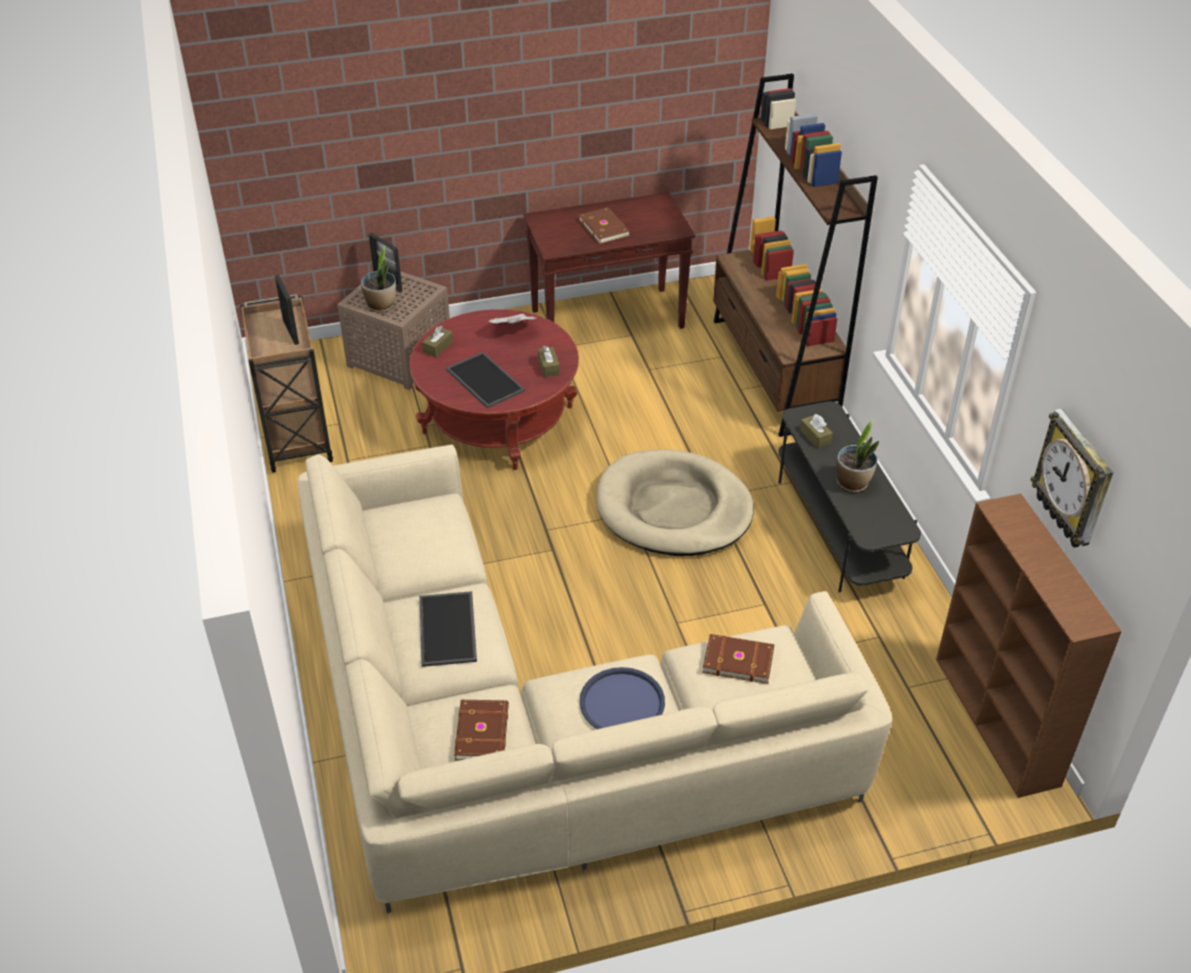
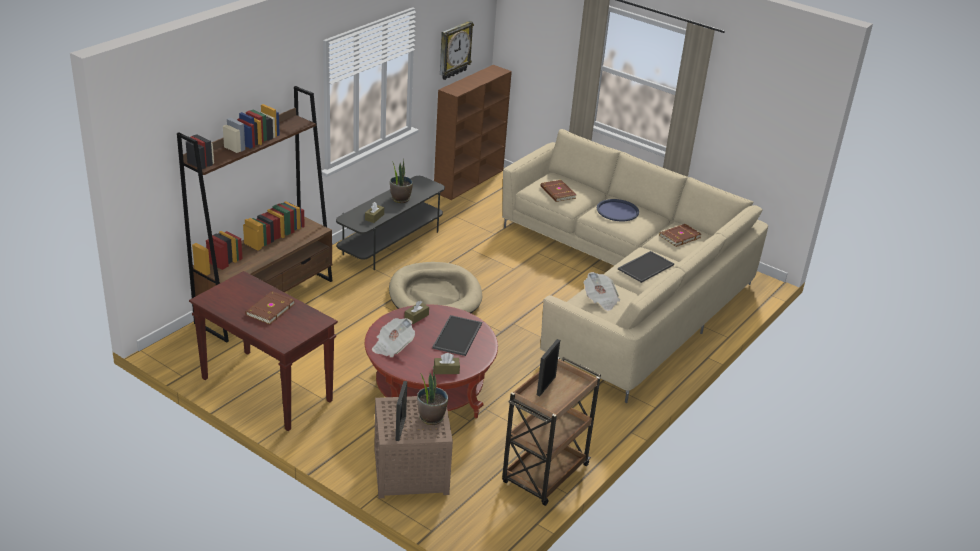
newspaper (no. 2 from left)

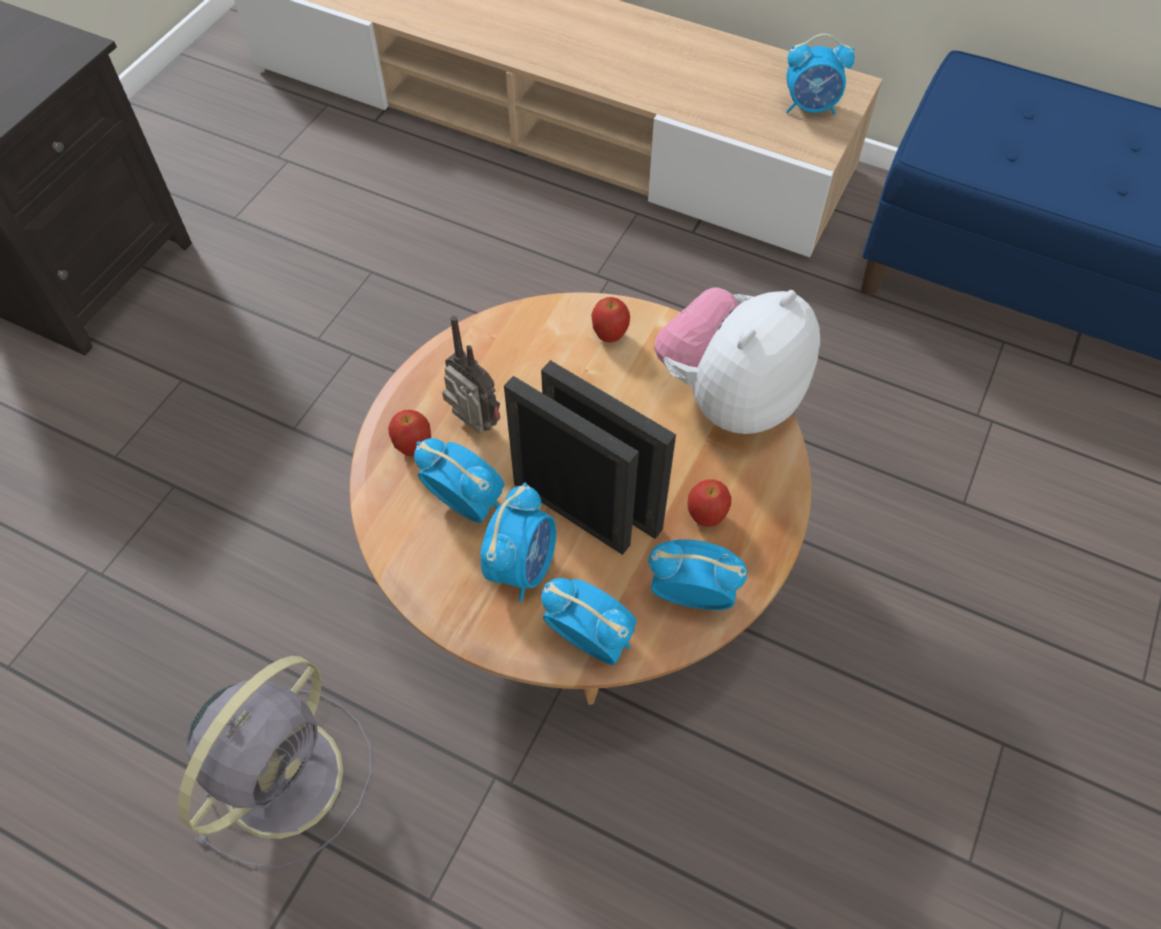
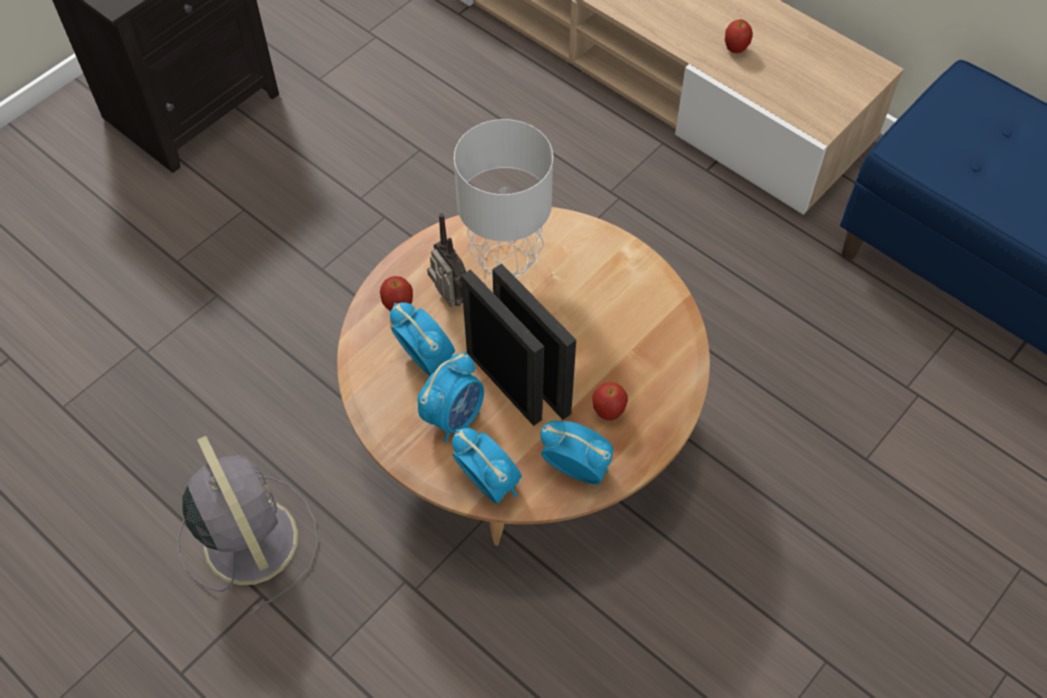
plush toy
alarm clock (no. 5 from left in the first image)
table lamp in grey
apple (no. 3 from left)
fan in grey

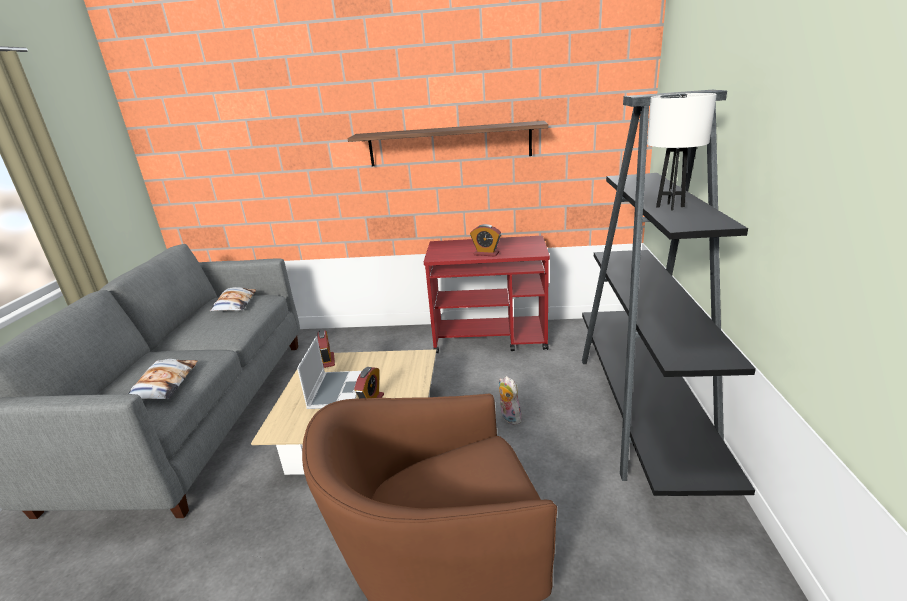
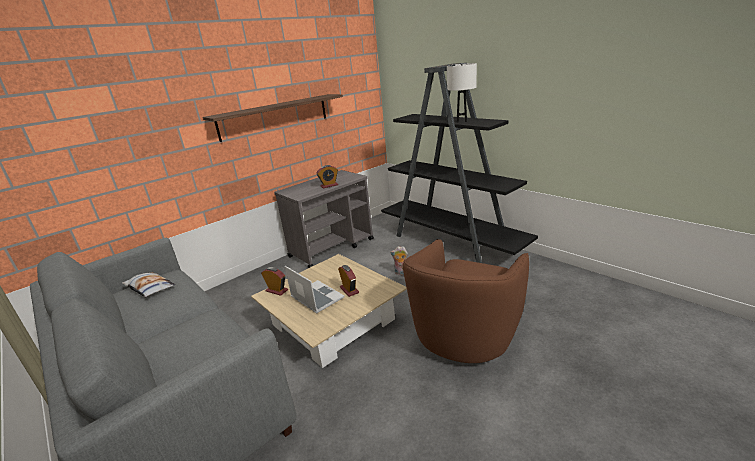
pillow (no. 1 from left in the first image)
cart in grey

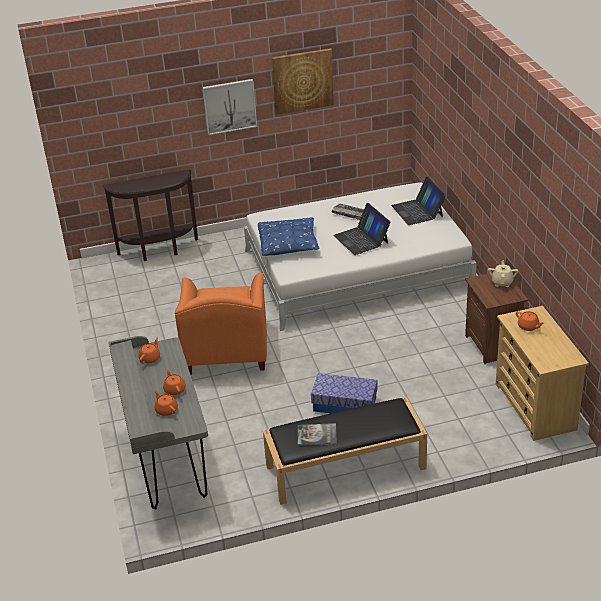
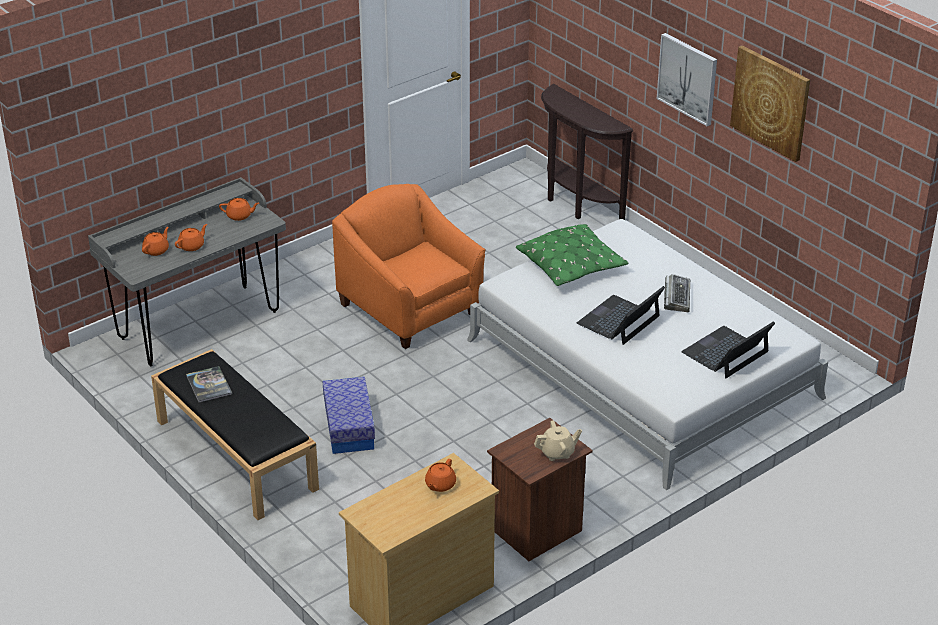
pillow in green
armchair in orange

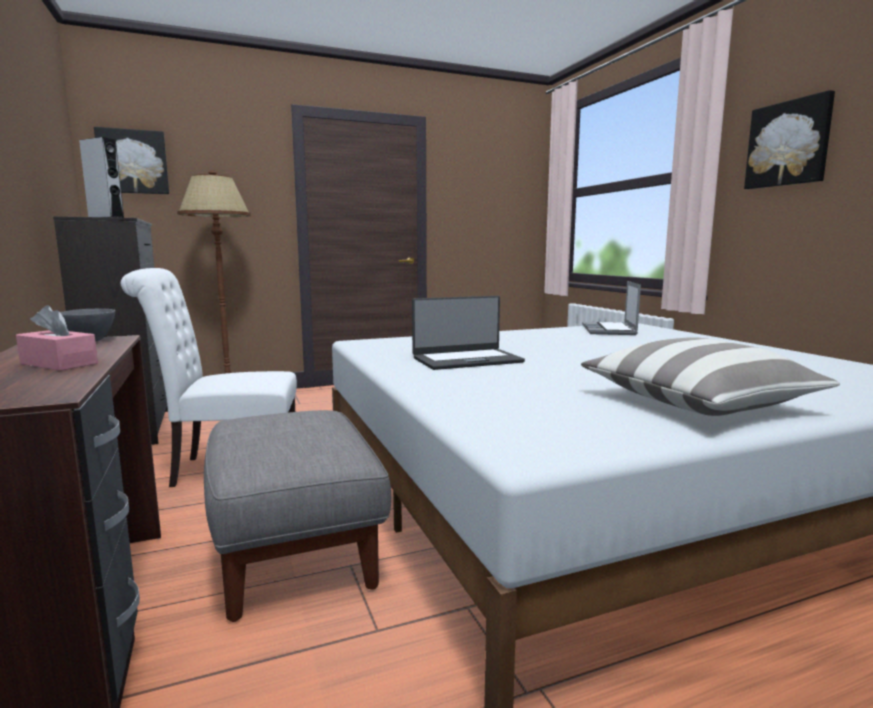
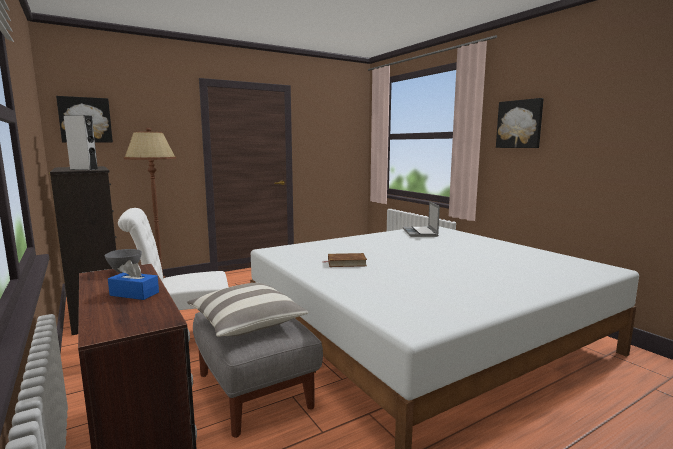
pillow
book in brown
tissue box in blue

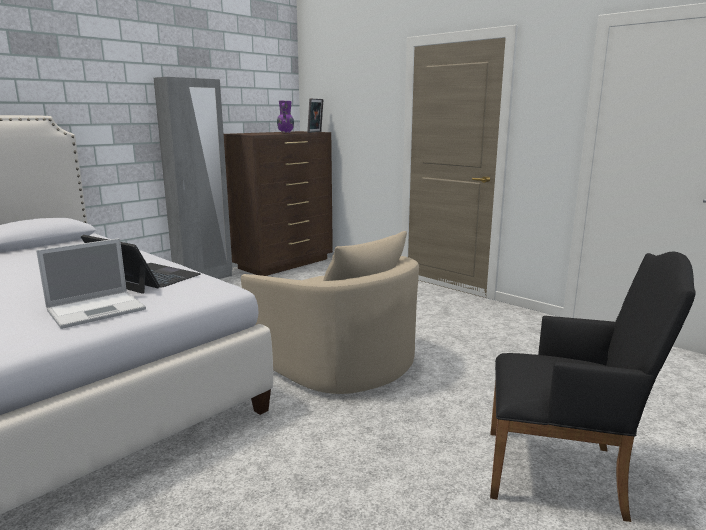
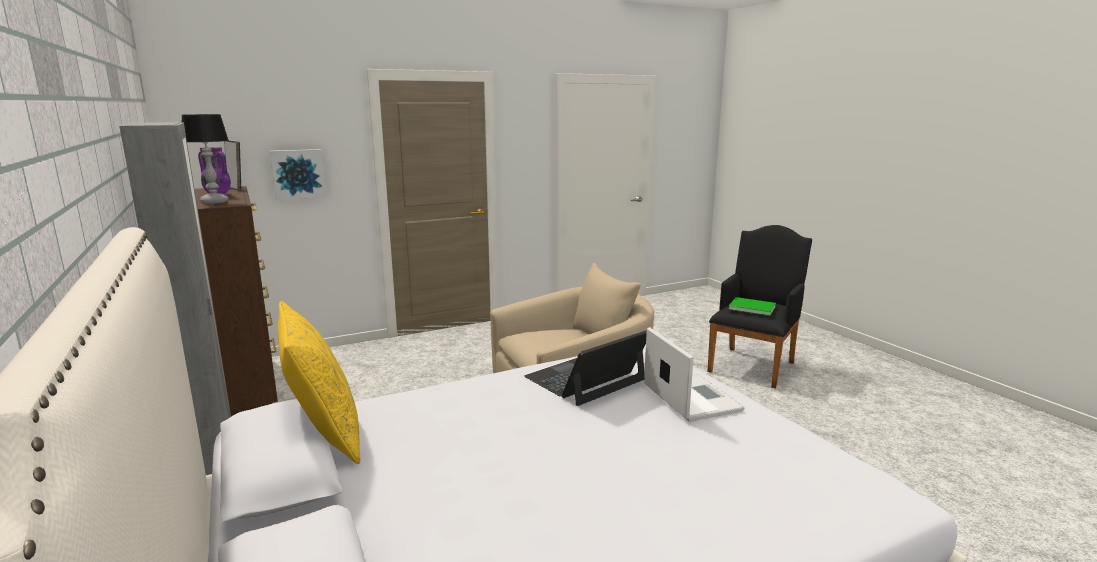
table lamp
picture
pillow in yellow
book in green

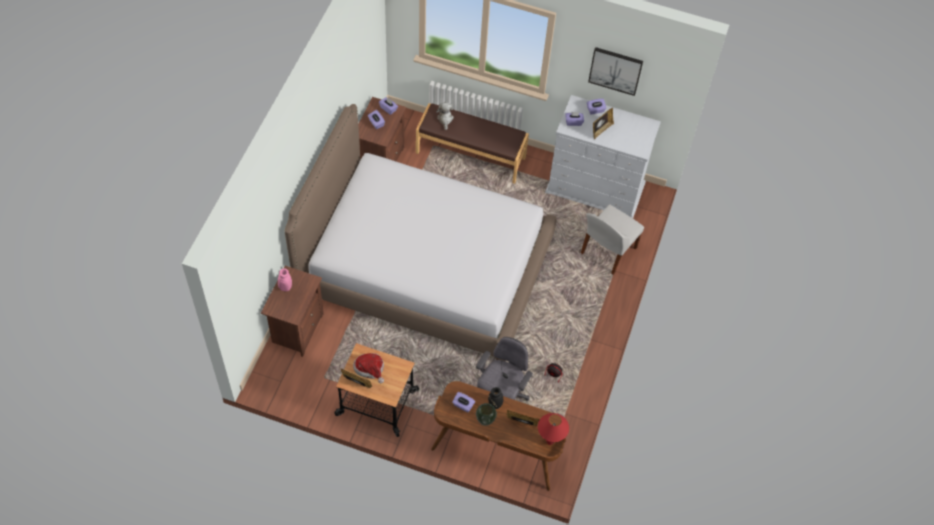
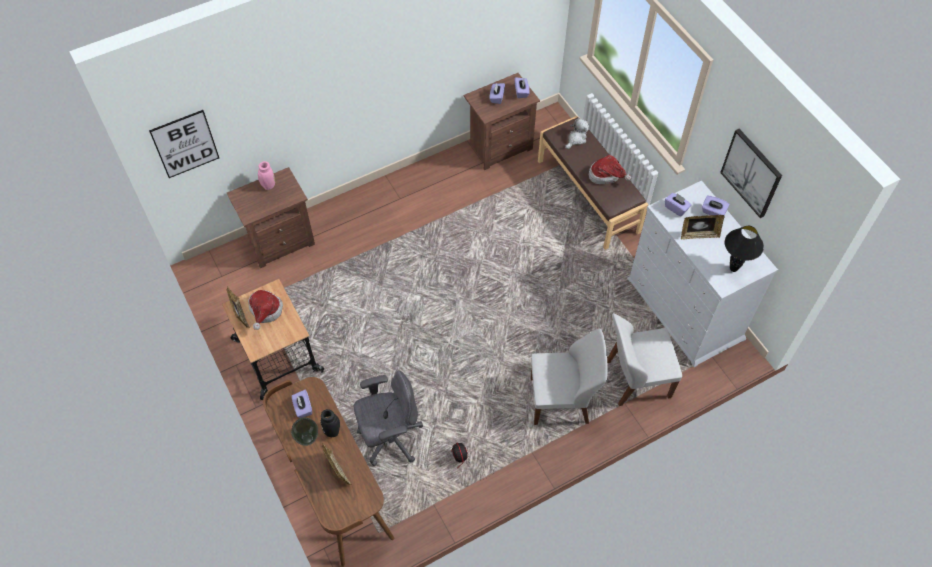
bed
table lamp in red
picture (no. 1 from left)
chair in white (no. 1 from left)
hat (no. 2 from left)
table lamp in black

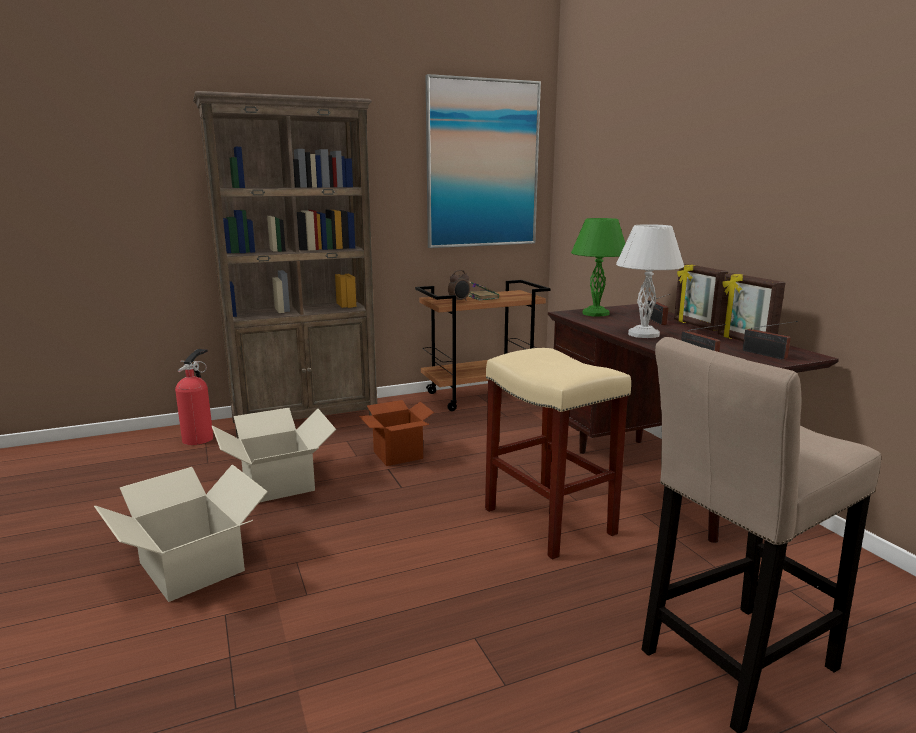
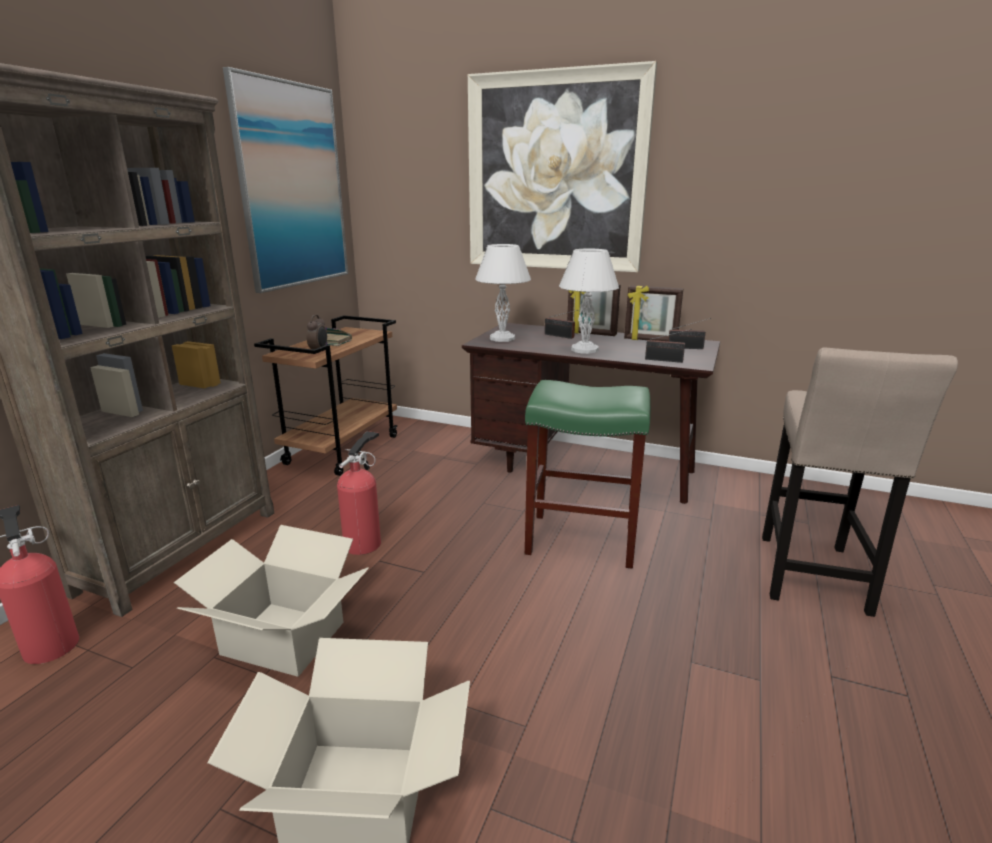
picture (no. 2 from left)
fire extinguisher (no. 2 from left)
stool in green
table lamp in white (no. 1 from left)

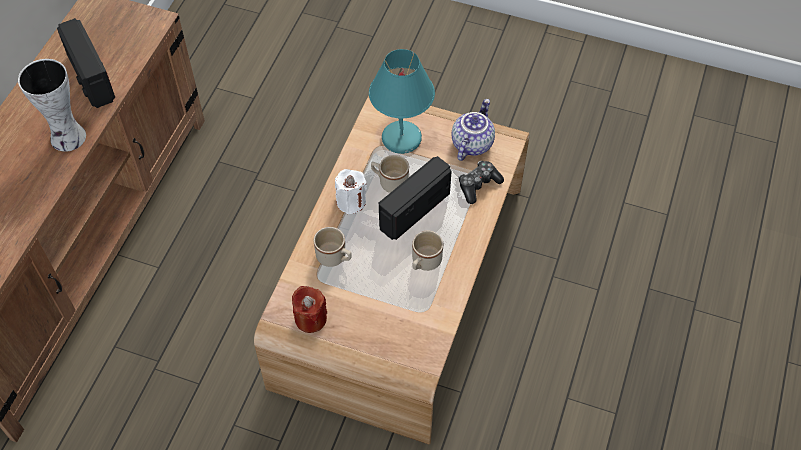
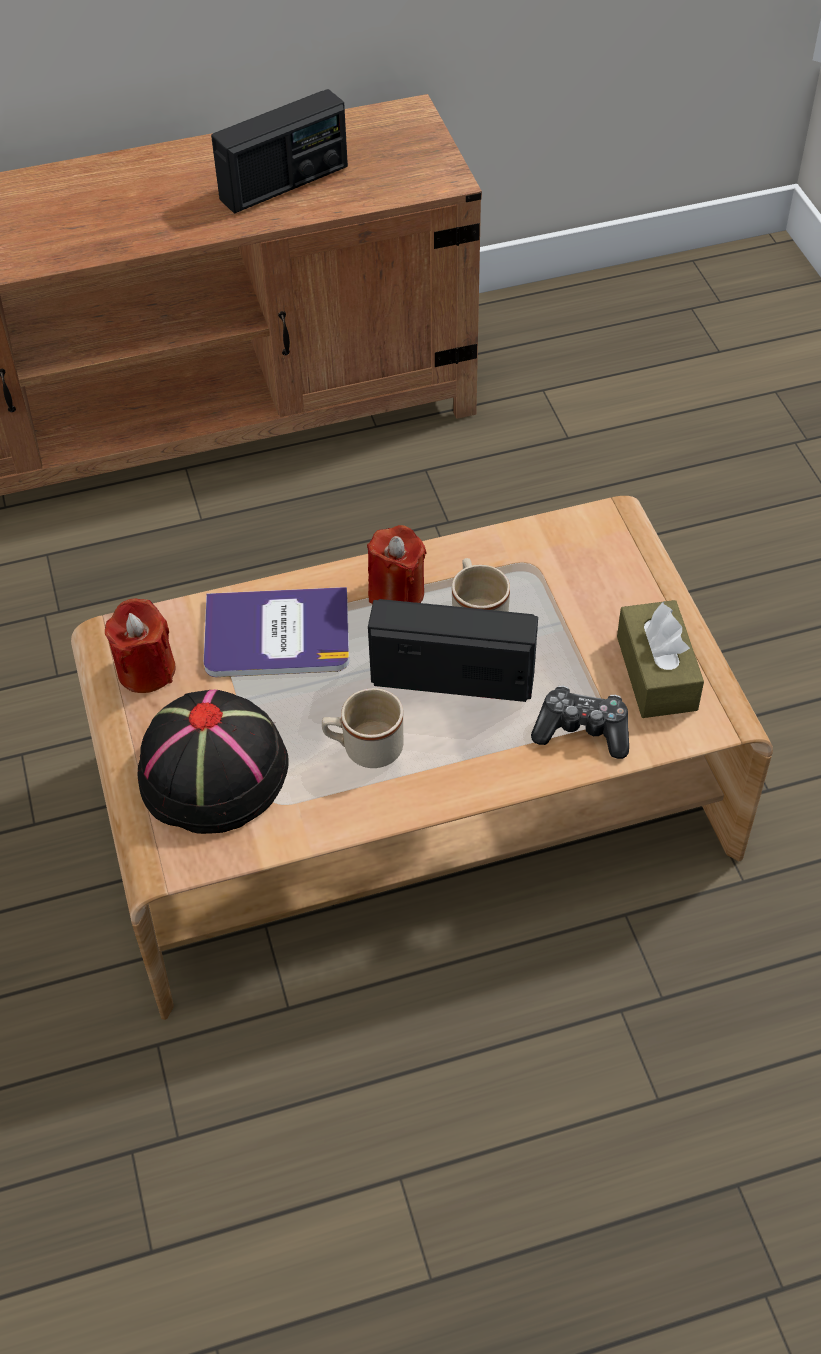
vase
table lamp in turquoise
hat in black
book
tissue box in brown
candle in red (no. 2 from left)
radio (no. 1 from left)

